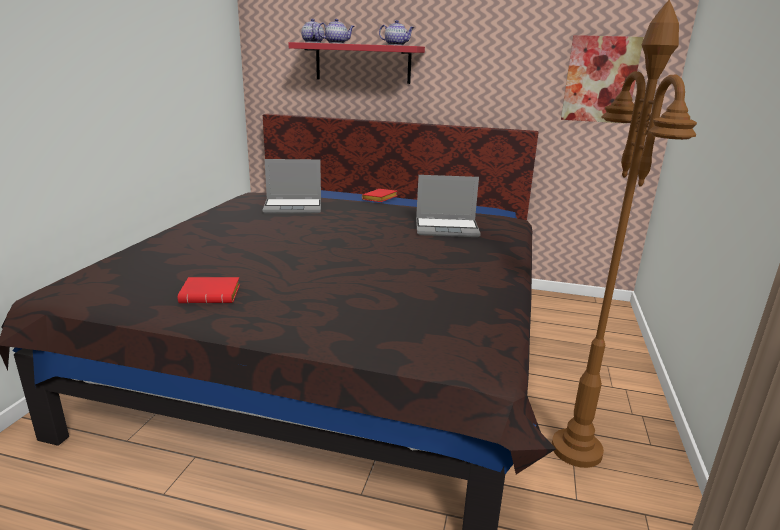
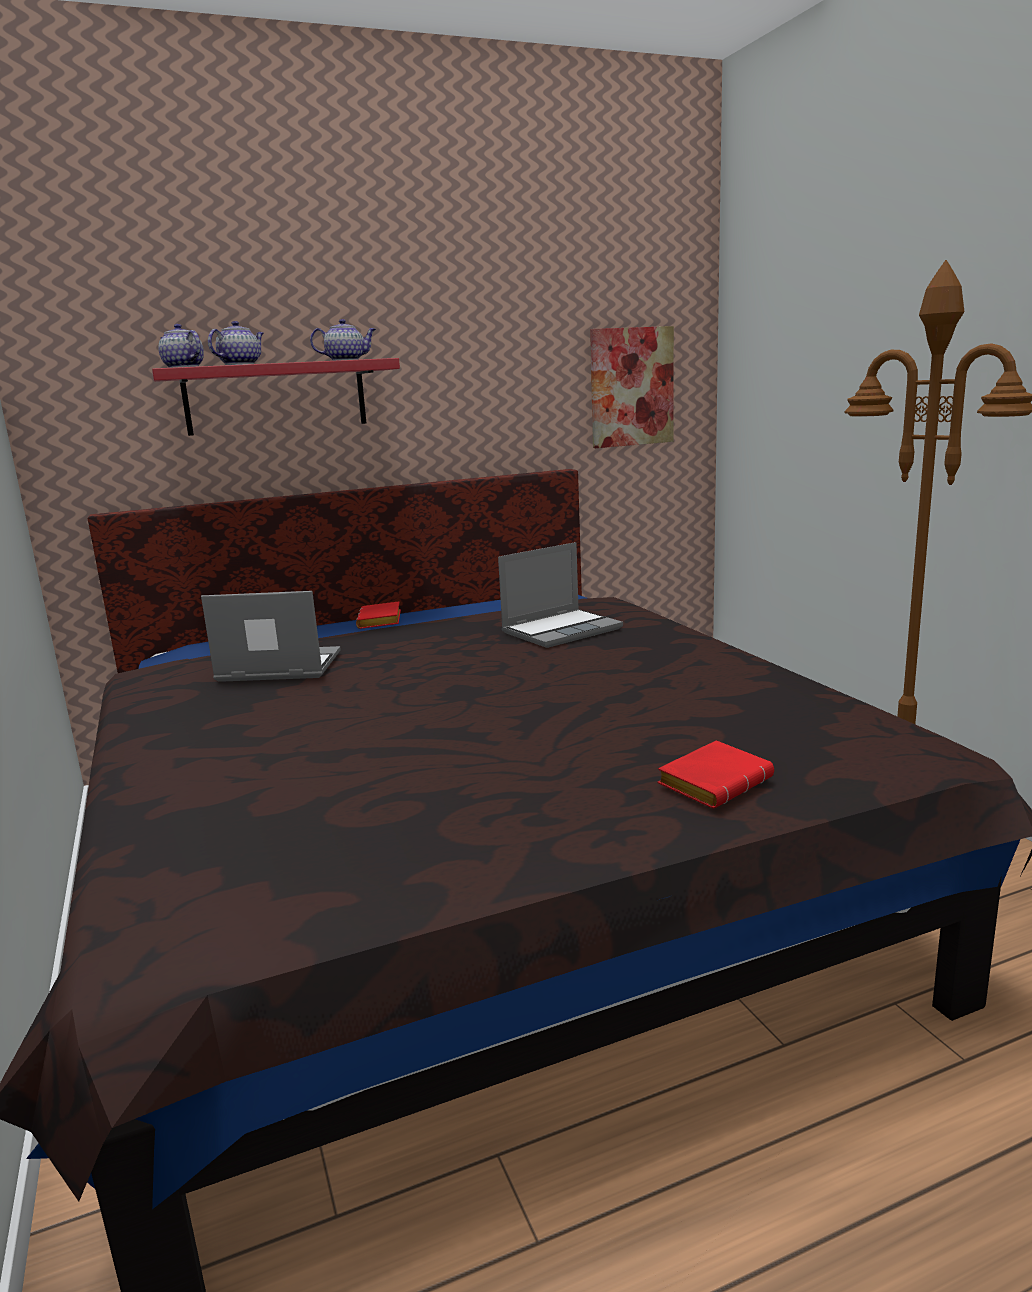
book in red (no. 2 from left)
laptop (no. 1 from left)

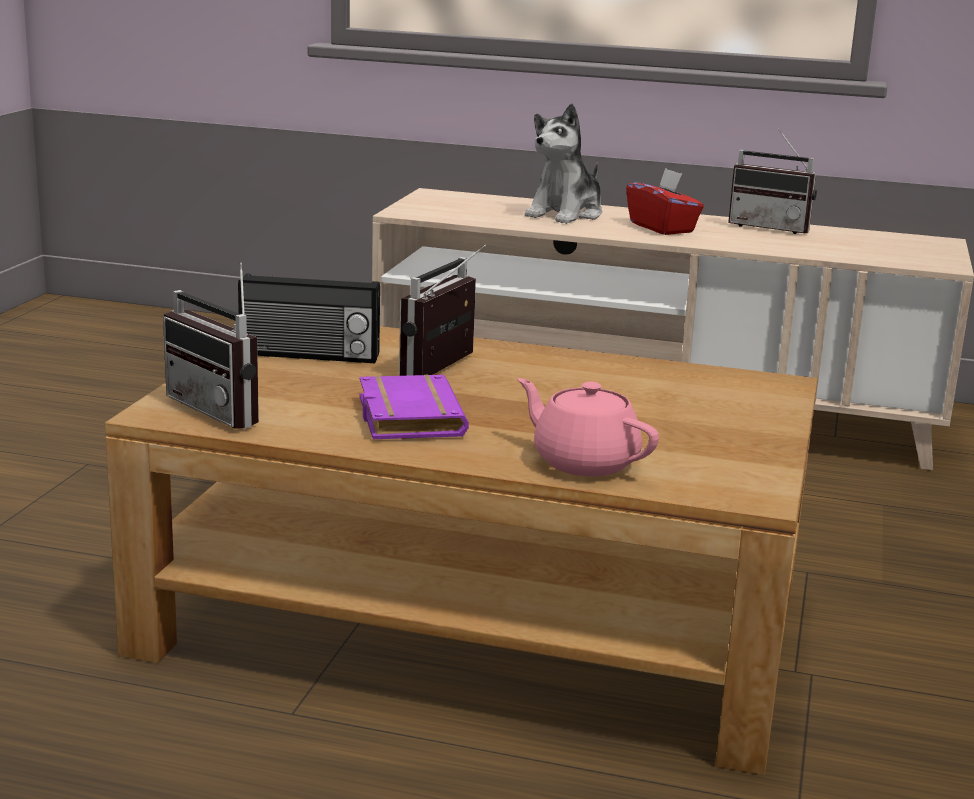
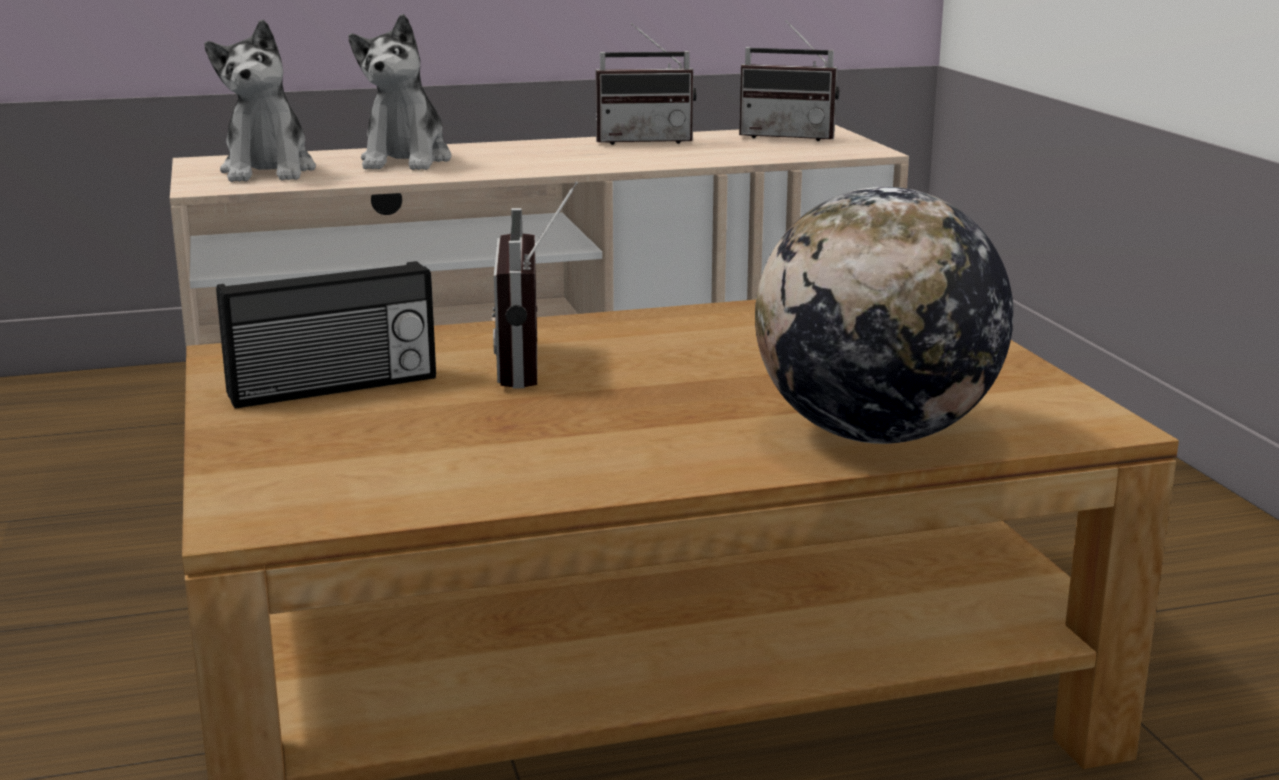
book in purple
tissue box in red
plush toy (no. 1 from left)
radio (no. 4 from left)
globe

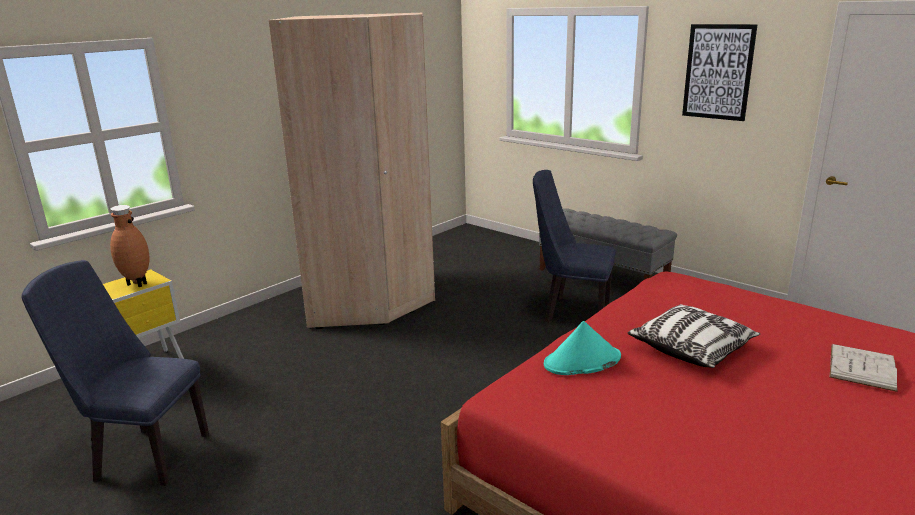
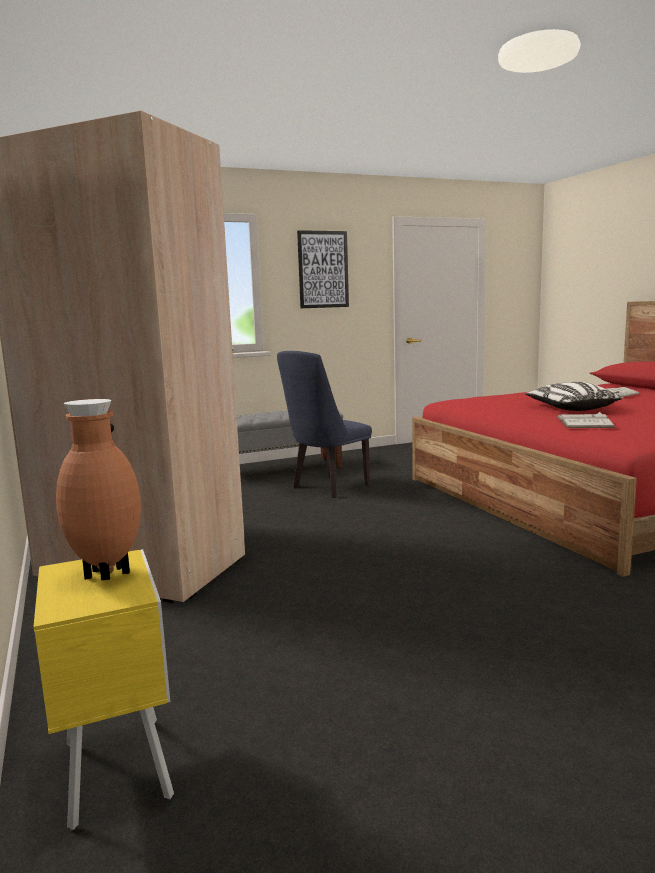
chair in blue (no. 1 from left in the first image)
book in white (no. 1 from left)

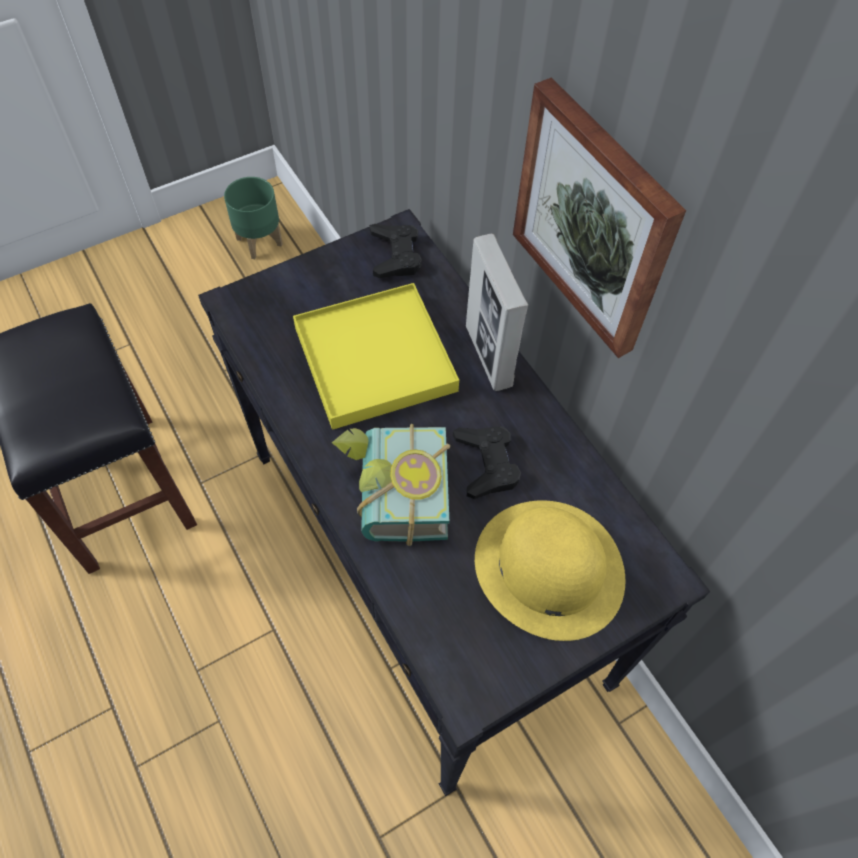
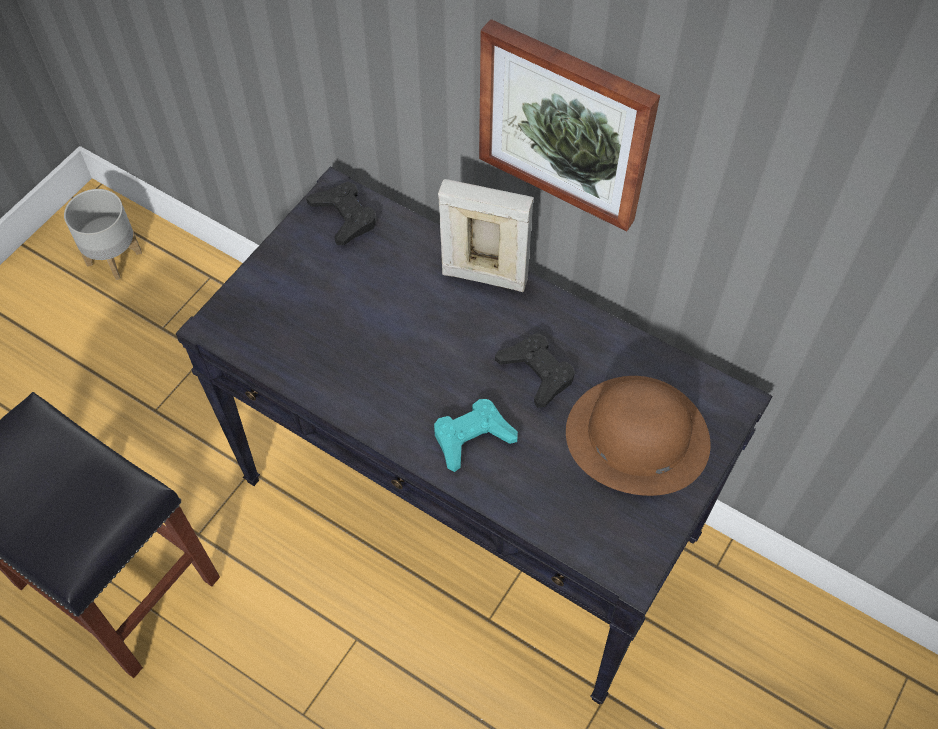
tray in yellow
game controller in turquoise
planter in grey
hat in brown
picture frame

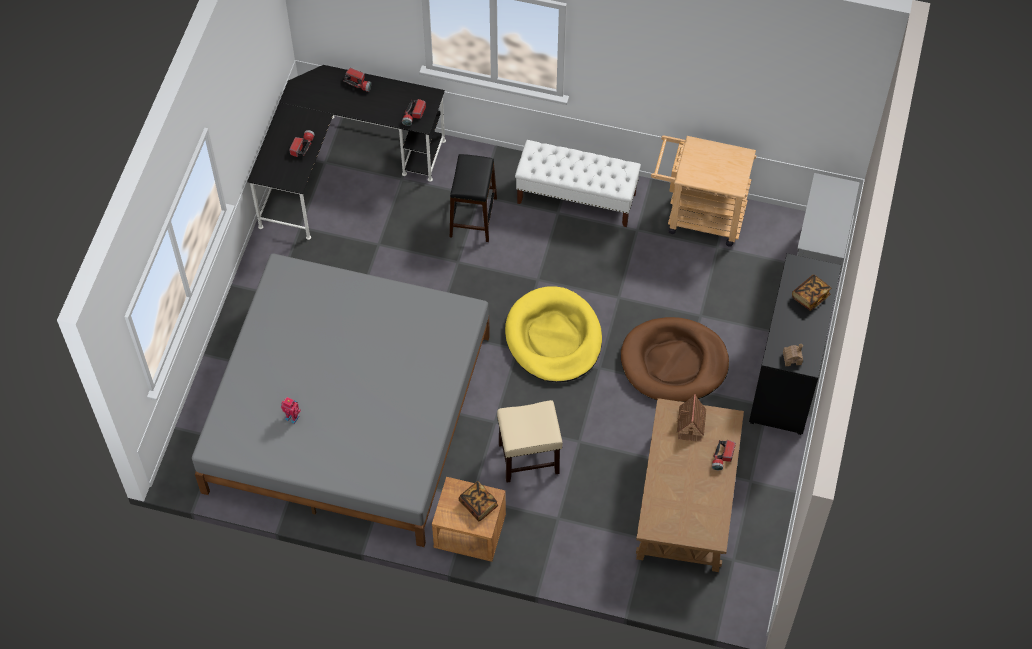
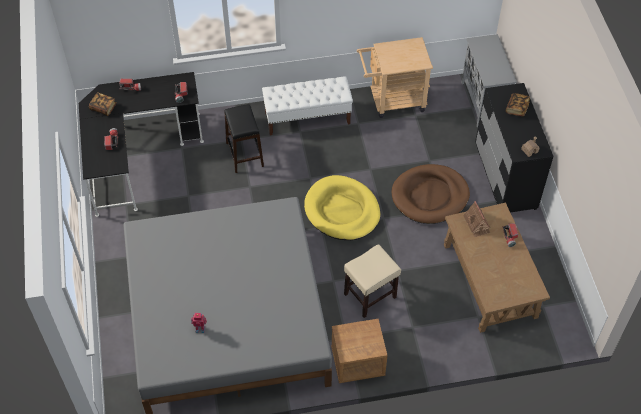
book (no. 1 from left)

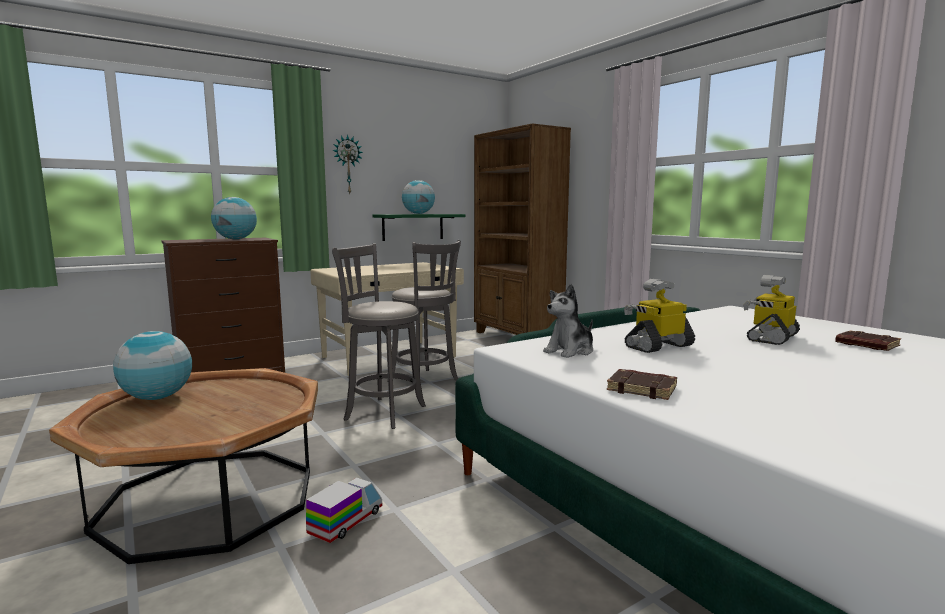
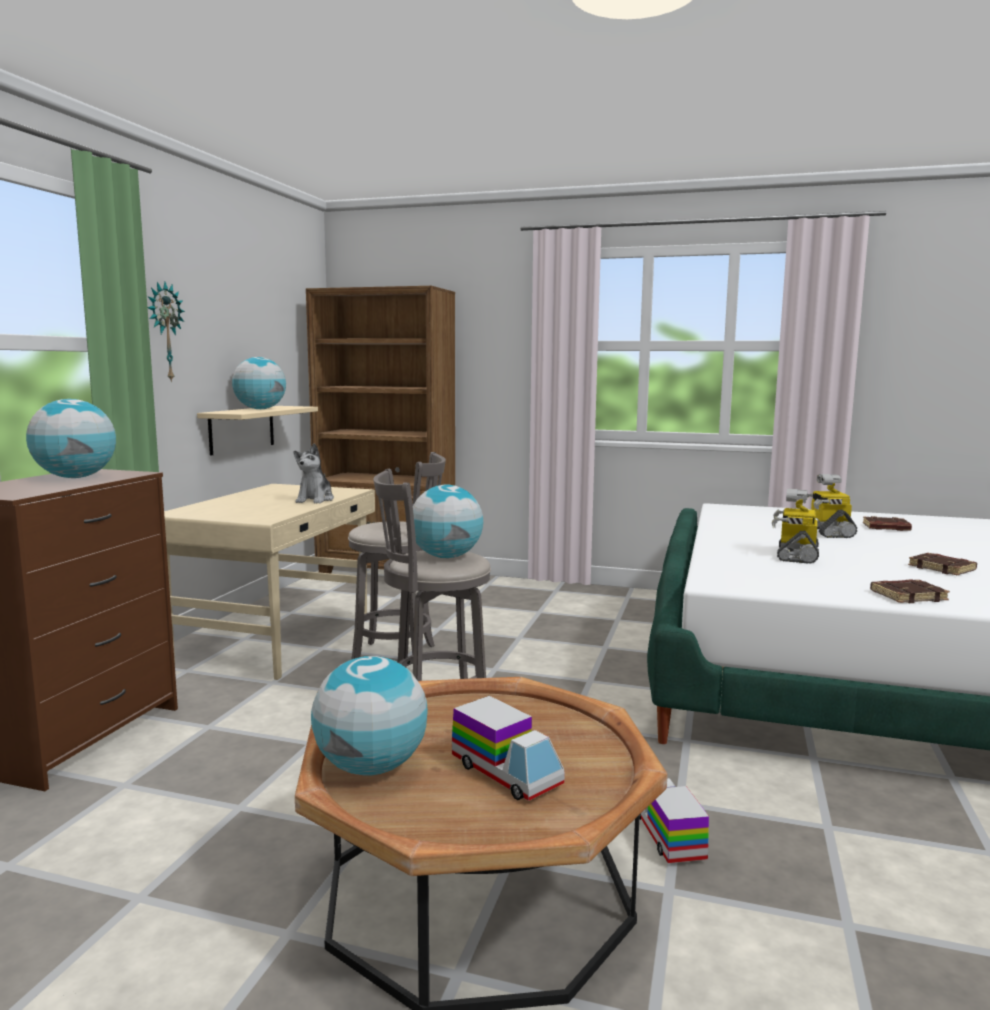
globe (no. 4 from left)
toy truck (no. 1 from left)
book in brown (no. 3 from left)
plush toy
shelf in beige

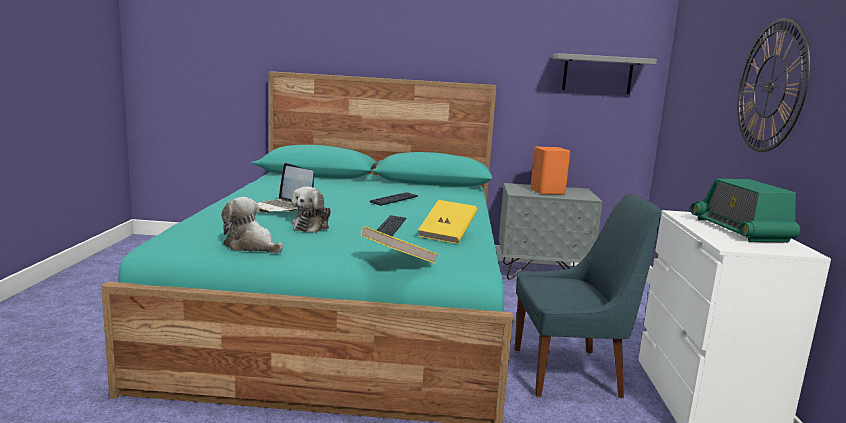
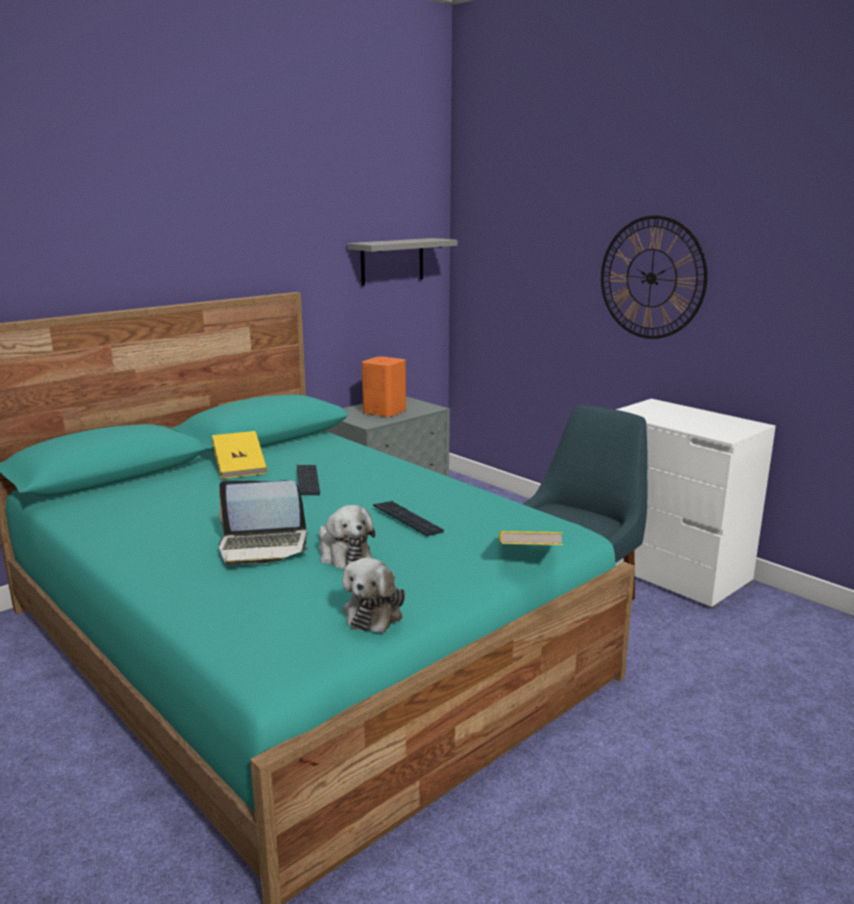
radio
book in yellow (no. 1 from left)
plush toy (no. 2 from left)

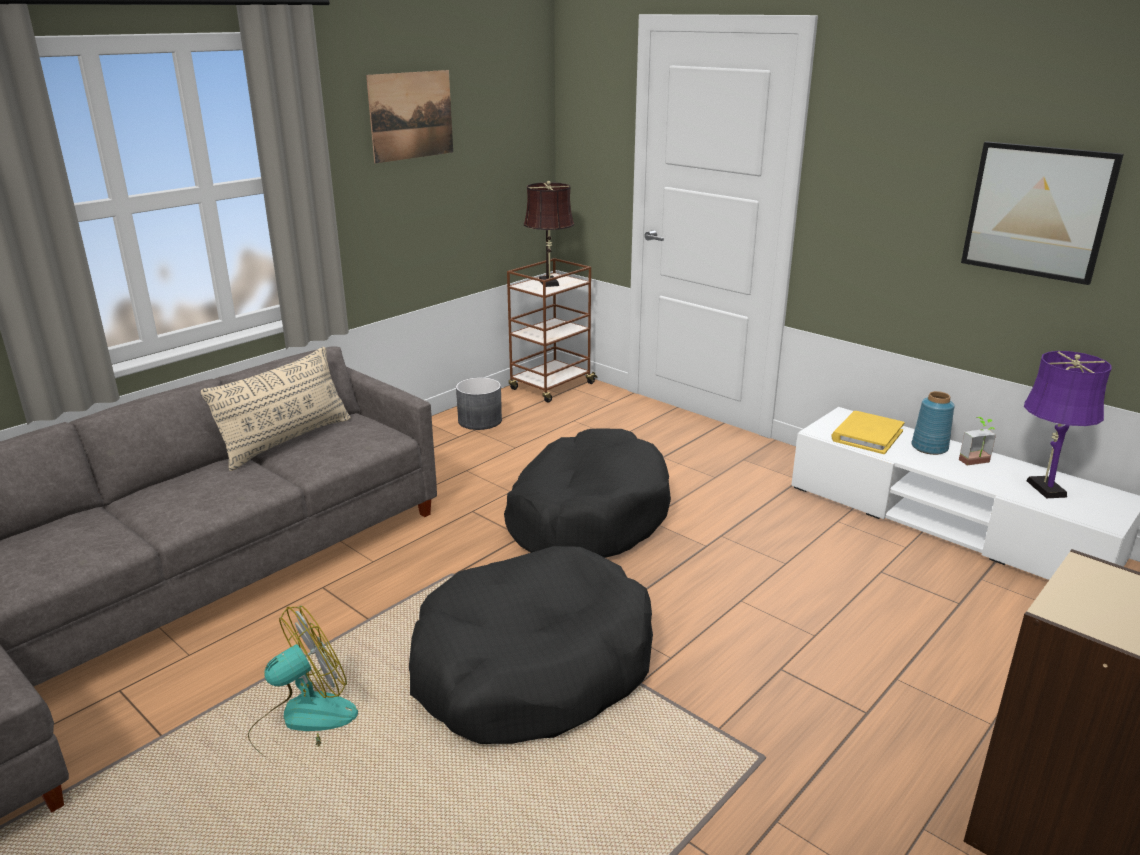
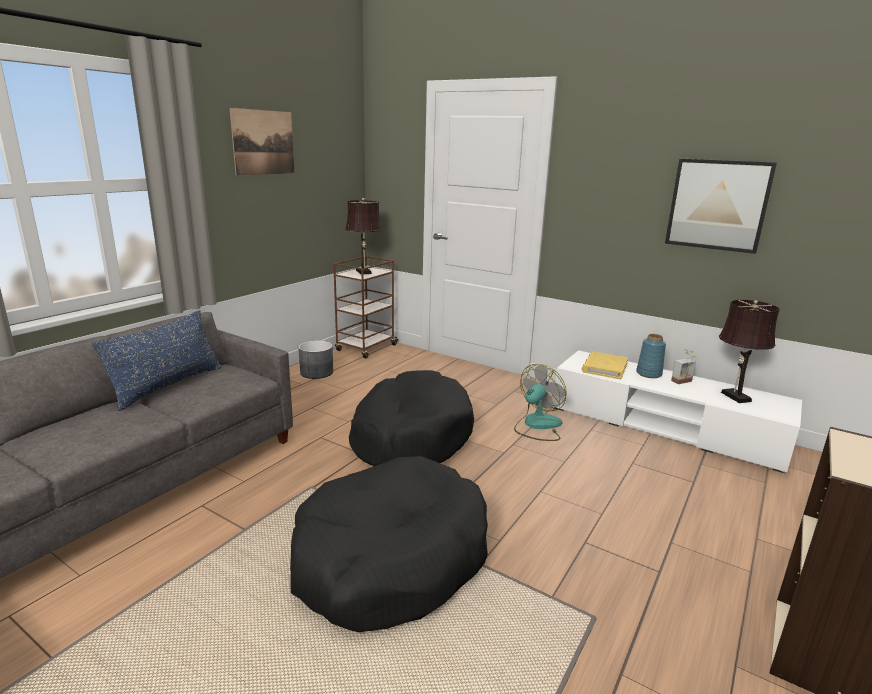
fan
pillow in blue
table lamp in brown (no. 2 from left)

